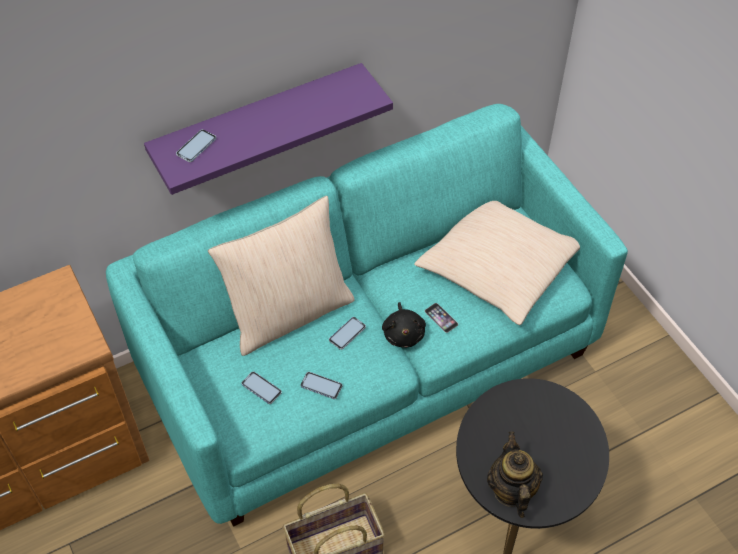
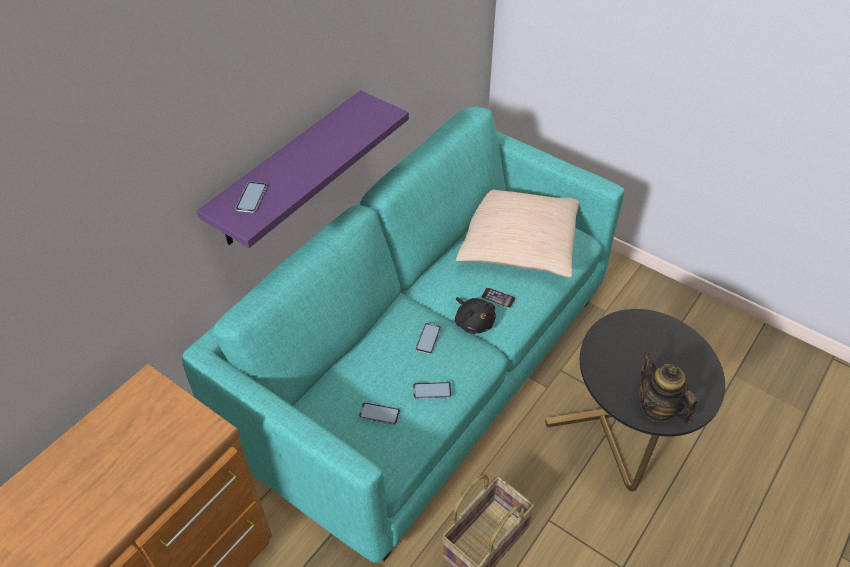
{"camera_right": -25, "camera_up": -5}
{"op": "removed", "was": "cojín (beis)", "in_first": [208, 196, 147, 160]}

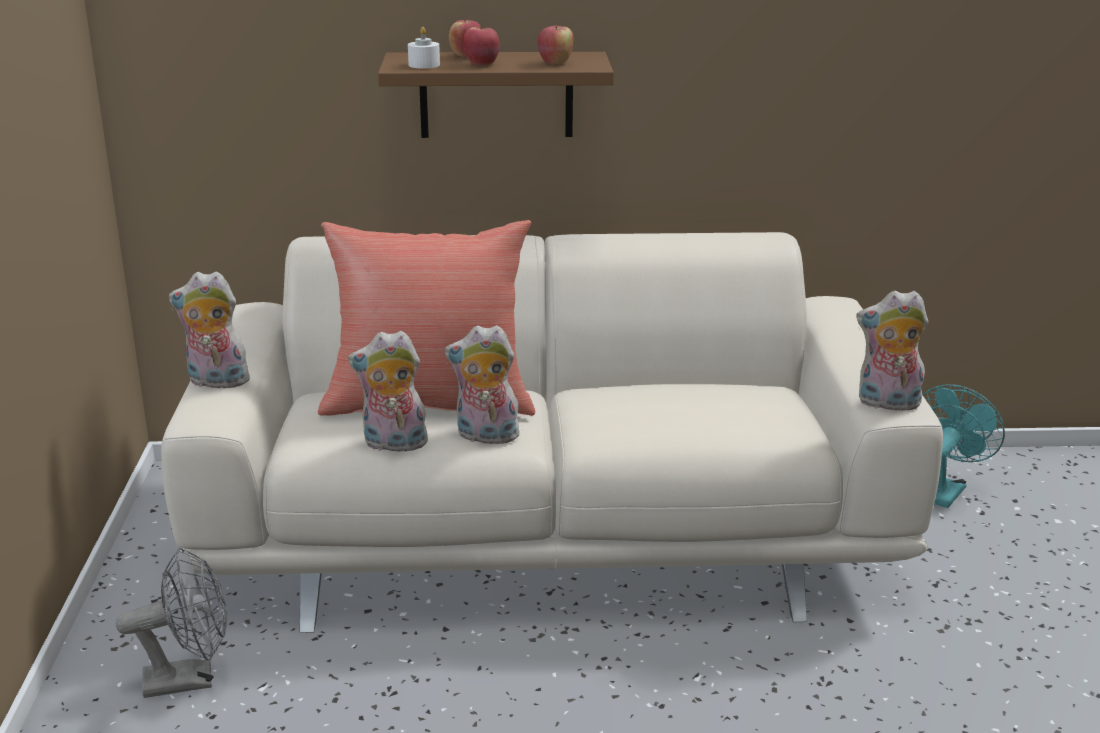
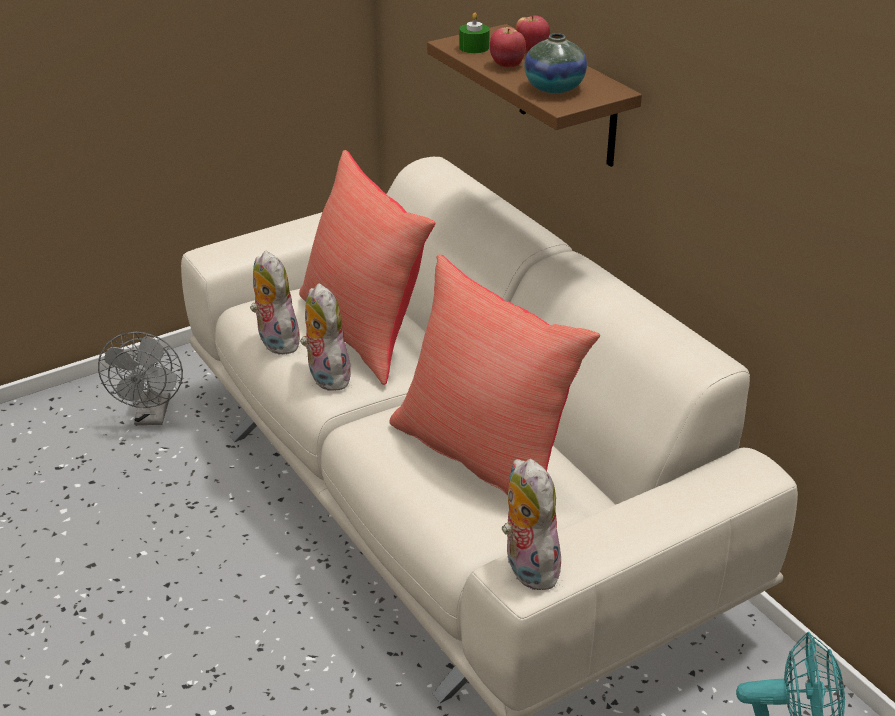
{"camera_right": 60, "camera_up": 10}
{"op": "removed", "was": "peluche", "in_first": [169, 271, 87, 117]}
{"op": "added", "now": "cojín (rojo)", "in_second": [389, 254, 211, 241]}
{"op": "replaced", "was": "manzana", "now": "florero", "in_first": [538, 25, 35, 40], "in_second": [524, 33, 63, 60]}
{"op": "recoloured", "was": "vela (blanco)", "now": "vela (verde)", "in_first": [408, 27, 32, 42], "in_second": [459, 13, 31, 40]}
{"op": "turned", "was": "ventilador (gris)", "in_first": [116, 547, 111, 151], "in_second": [98, 332, 85, 93], "clockwise": 45}

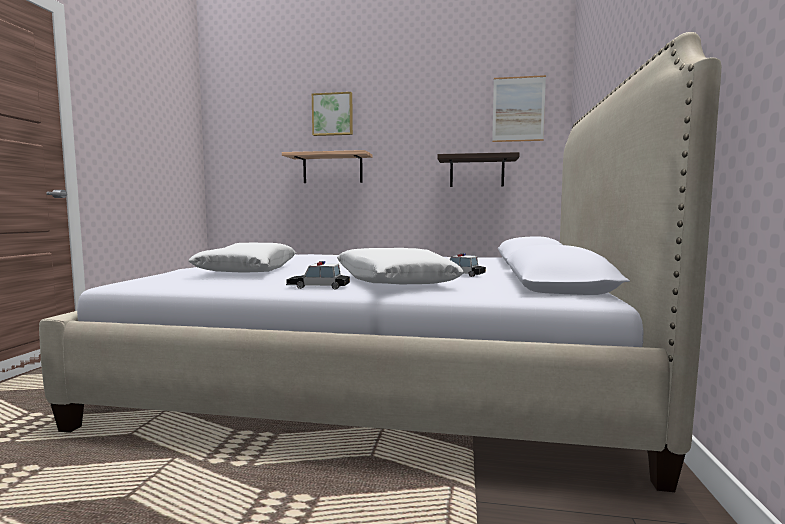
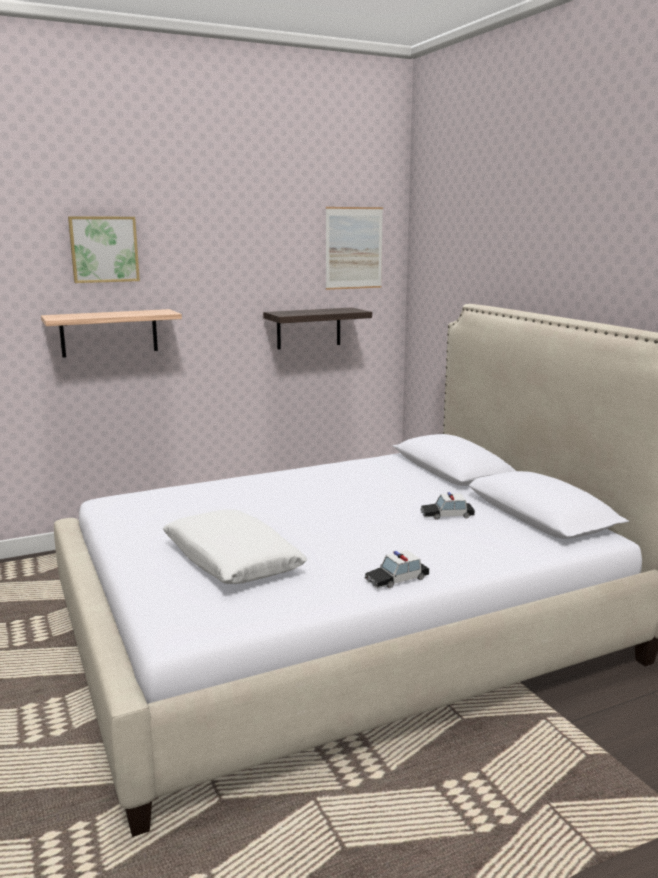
{"camera_right": -35, "camera_up": 10}
{"op": "removed", "was": "cojín (blanco)", "in_first": [337, 248, 127, 36]}

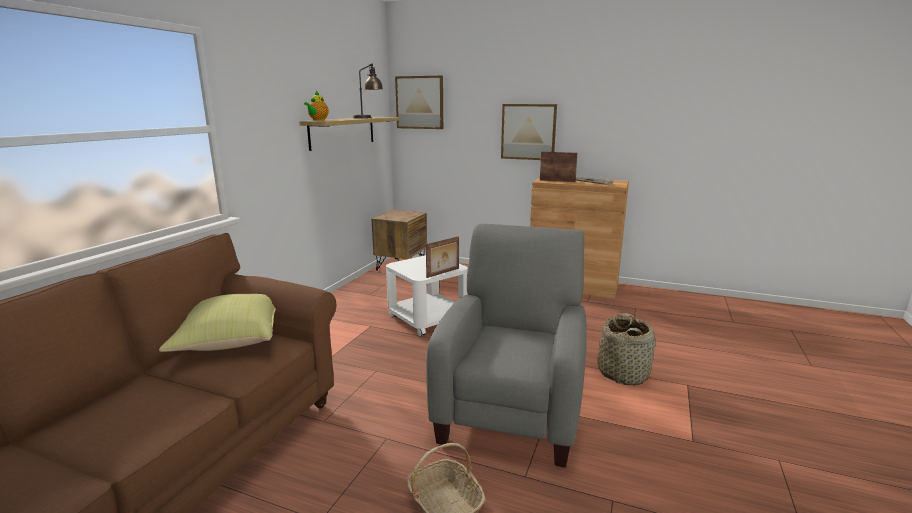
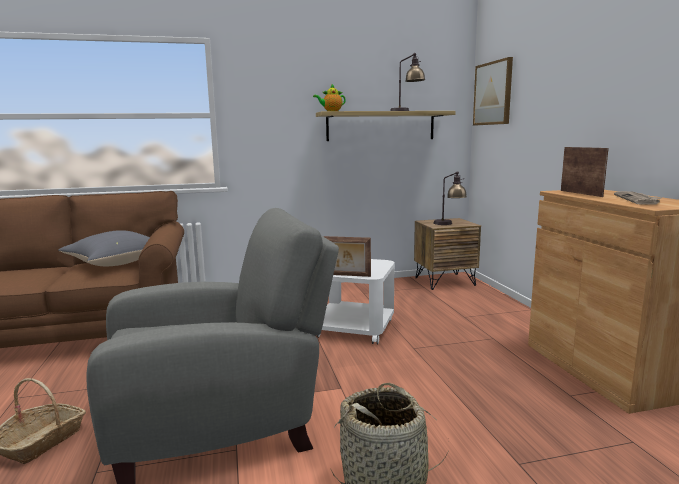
{"camera_right": 55, "camera_up": -5}
{"op": "removed", "was": "cuadro", "in_first": [501, 104, 56, 56]}
{"op": "added", "now": "lámpara de mesa", "in_second": [433, 171, 34, 54]}
{"op": "recoloured", "was": "cojín (amarillo)", "now": "cojín (gris)", "in_first": [159, 294, 117, 58], "in_second": [58, 230, 92, 36]}

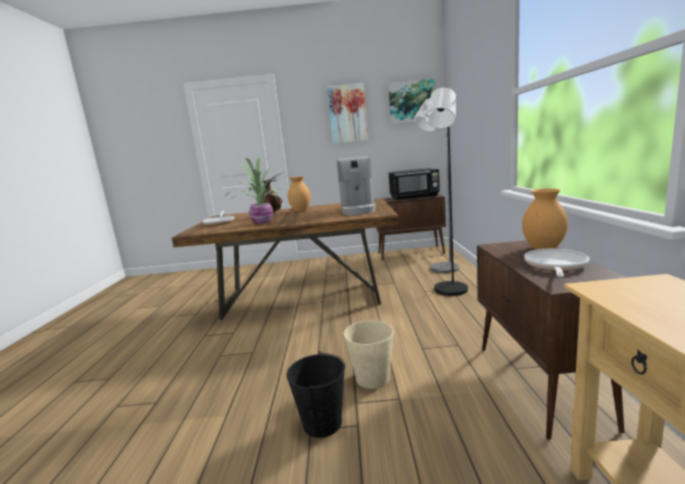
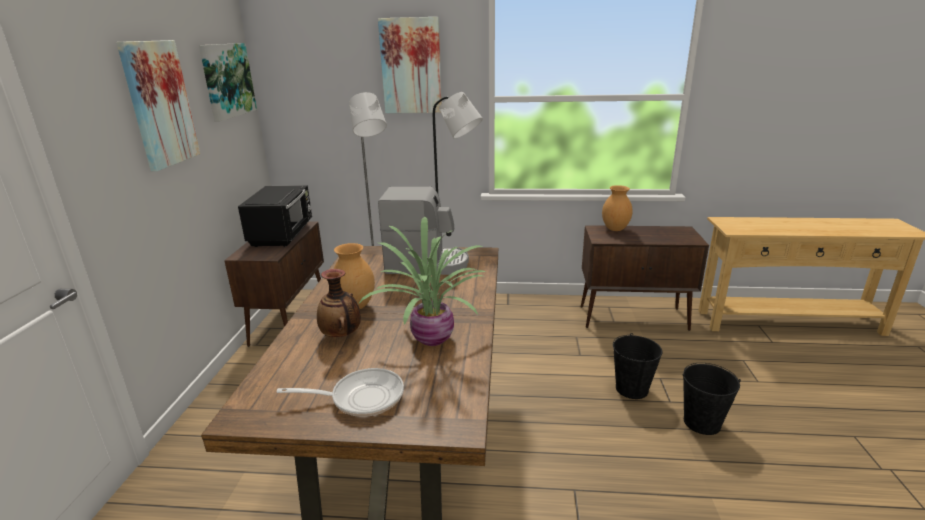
{"camera_right": -85, "camera_up": 10}
{"op": "removed", "was": "sartén", "in_first": [524, 249, 65, 28]}
{"op": "added", "now": "cuadro", "in_second": [378, 17, 64, 96]}
{"op": "recoloured", "was": "cubo (beis)", "now": "cubo (negro)", "in_first": [343, 320, 51, 69], "in_second": [613, 333, 49, 66]}

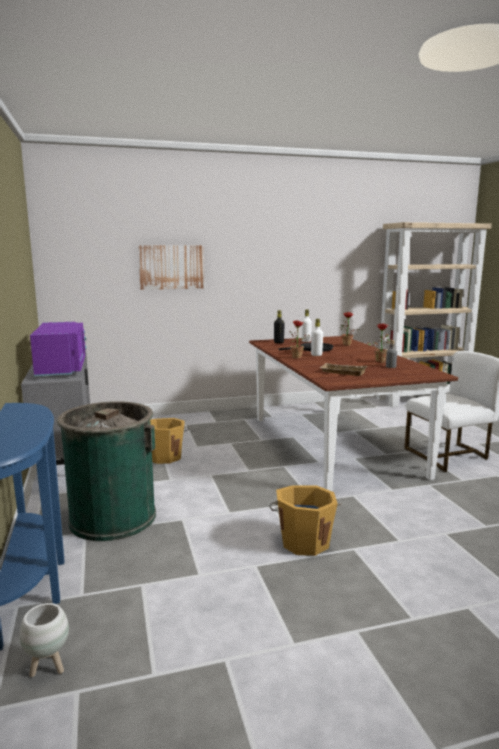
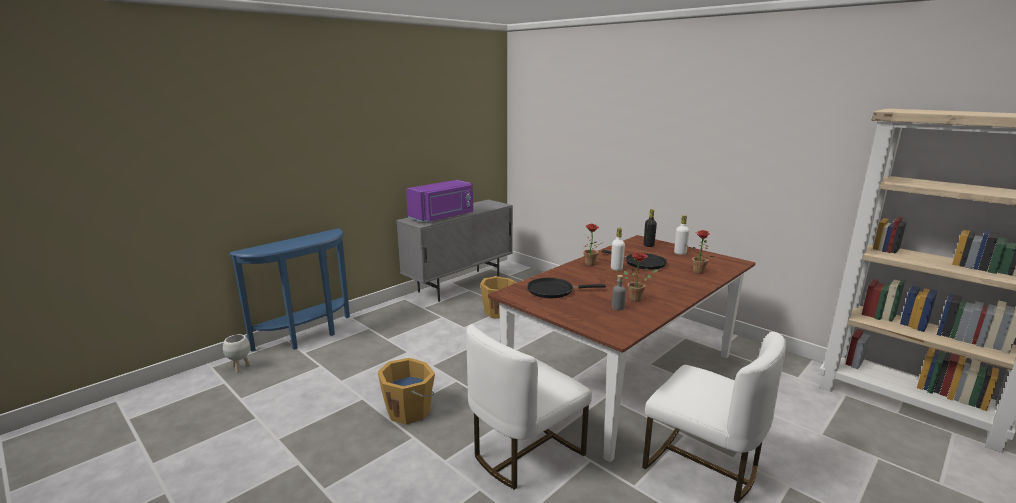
{"camera_right": 60, "camera_up": 5}
{"op": "removed", "was": "papelera (verde)", "in_first": [57, 401, 99, 140]}
{"op": "removed", "was": "cuadro", "in_first": [138, 245, 67, 45]}
{"op": "added", "now": "silla (blanco)", "in_second": [466, 324, 126, 166]}
{"op": "replaced", "was": "bandeja (beis)", "now": "sartén (negro)", "in_first": [320, 363, 47, 13], "in_second": [527, 278, 79, 20]}

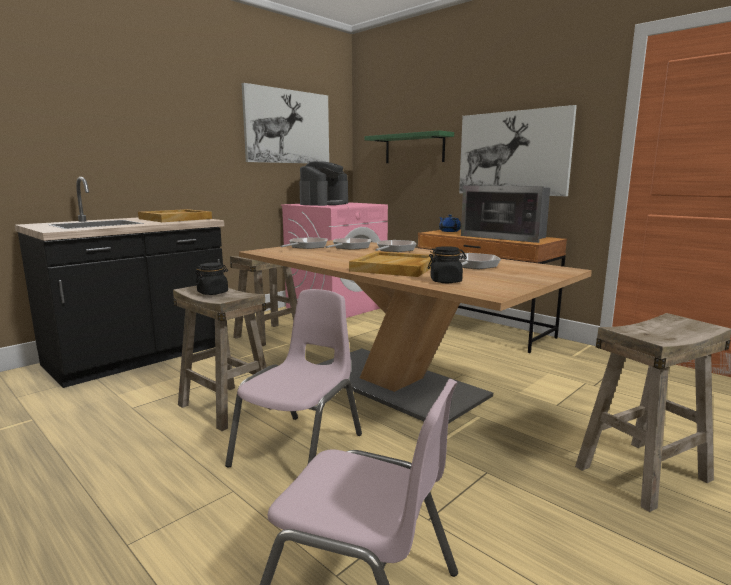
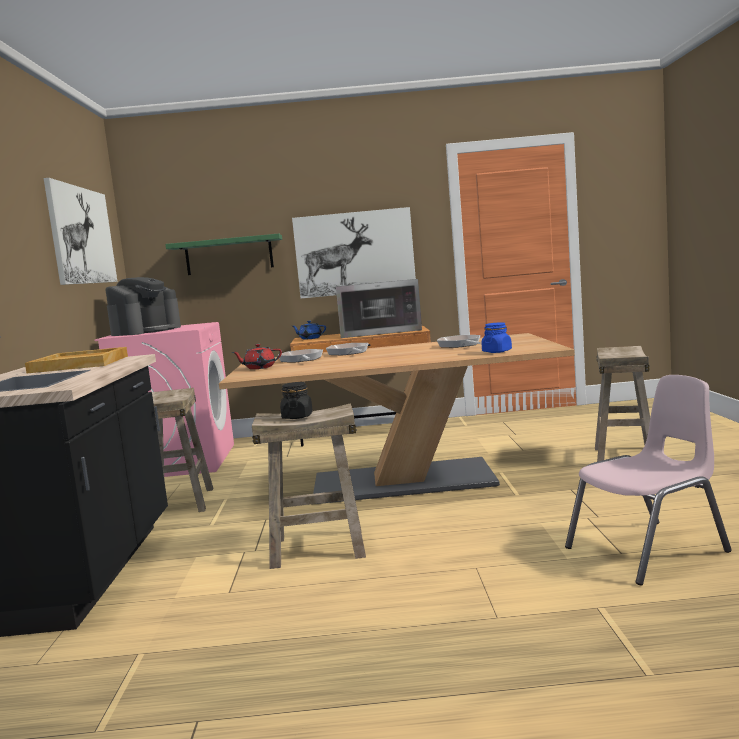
{"camera_right": -45, "camera_up": -5}
{"op": "removed", "was": "silla (rosa)", "in_first": [225, 289, 137, 178]}
{"op": "removed", "was": "bandeja (beis)", "in_first": [349, 251, 85, 26]}
{"op": "replaced", "was": "sartén", "now": "tetera (rojo)", "in_first": [280, 237, 48, 12], "in_second": [232, 344, 50, 25]}
{"op": "recoloured", "was": "tarro (negro)", "now": "tarro (azul)", "in_first": [428, 246, 39, 37], "in_second": [481, 322, 31, 31]}
{"op": "turned", "was": "cafetera", "in_first": [300, 161, 48, 45], "in_second": [106, 277, 75, 59], "clockwise": 45}

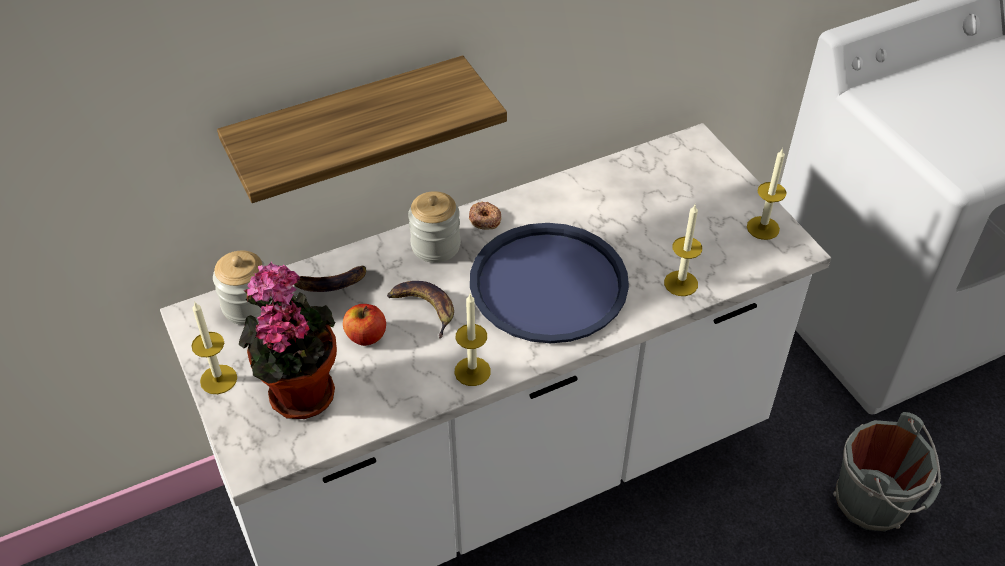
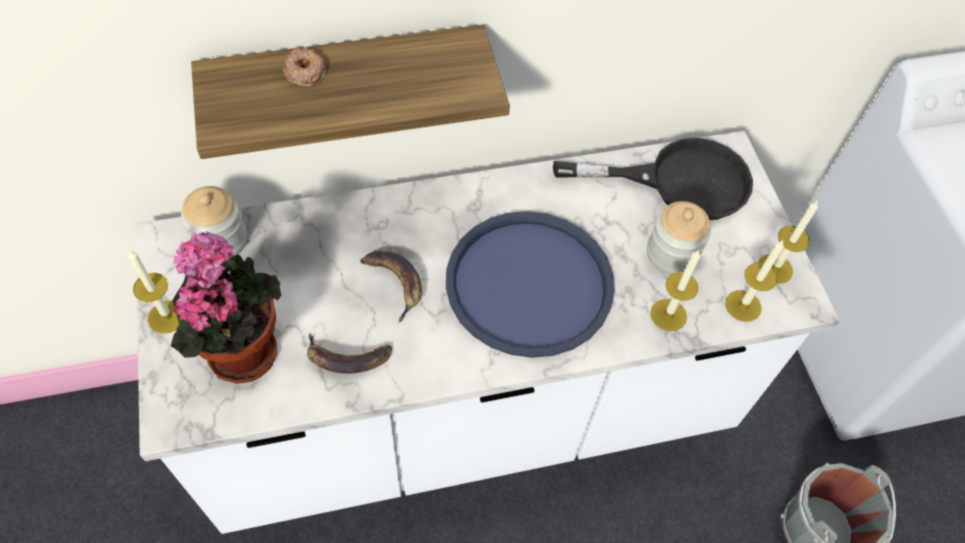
{"camera_right": 10, "camera_up": 10}
{"op": "removed", "was": "manzana", "in_first": [343, 304, 43, 42]}
{"op": "added", "now": "sartén (negro)", "in_second": [553, 138, 200, 82]}
{"op": "moved", "was": "plátano", "in_first": [294, 266, 72, 26], "in_second": [307, 333, 85, 41]}
{"op": "moved", "was": "tarro", "in_first": [408, 191, 53, 72], "in_second": [647, 201, 64, 74]}
{"op": "moved", "was": "vela", "in_first": [454, 294, 37, 92], "in_second": [725, 241, 59, 81]}
{"op": "moved", "was": "rosquilla", "in_first": [469, 201, 32, 29], "in_second": [282, 47, 44, 40]}

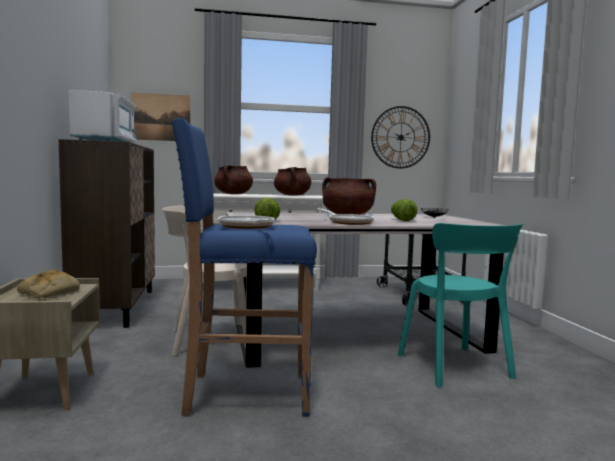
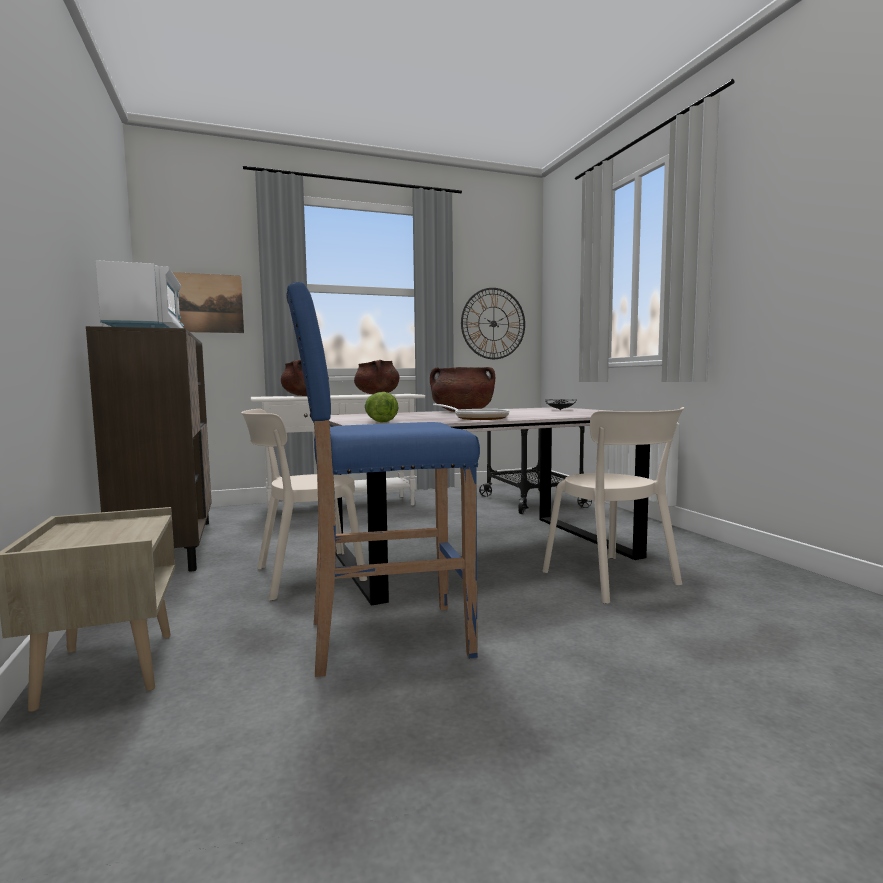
{"camera_right": -10, "camera_up": 0}
{"op": "removed", "was": "pan", "in_first": [17, 270, 63, 28]}
{"op": "removed", "was": "sartén", "in_first": [218, 215, 57, 14]}
{"op": "removed", "was": "lechuga", "in_first": [391, 199, 26, 22]}
{"op": "recoloured", "was": "silla (turquesa)", "now": "silla (beis)", "in_first": [398, 223, 126, 164], "in_second": [542, 407, 142, 197]}

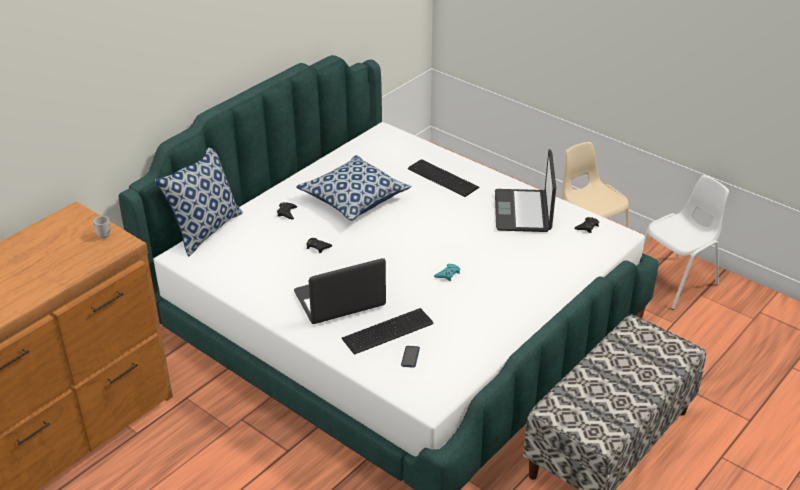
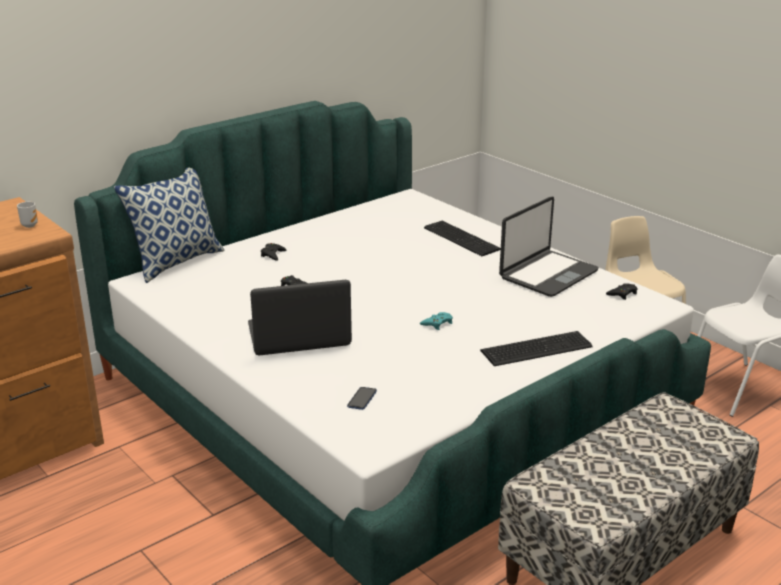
{"camera_right": 10, "camera_up": -10}
{"op": "removed", "was": "cojín", "in_first": [296, 155, 116, 66]}
{"op": "moved", "was": "teclado", "in_first": [342, 308, 92, 47], "in_second": [480, 331, 113, 35]}
{"op": "turned", "was": "portátil", "in_first": [495, 149, 61, 83], "in_second": [499, 197, 100, 100], "clockwise": -150}

